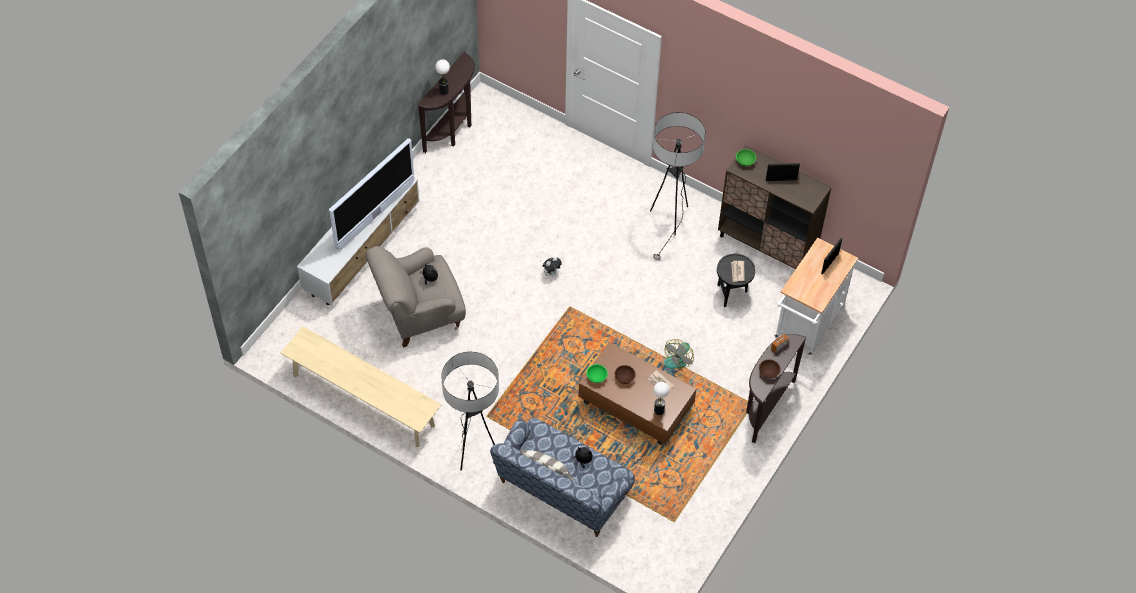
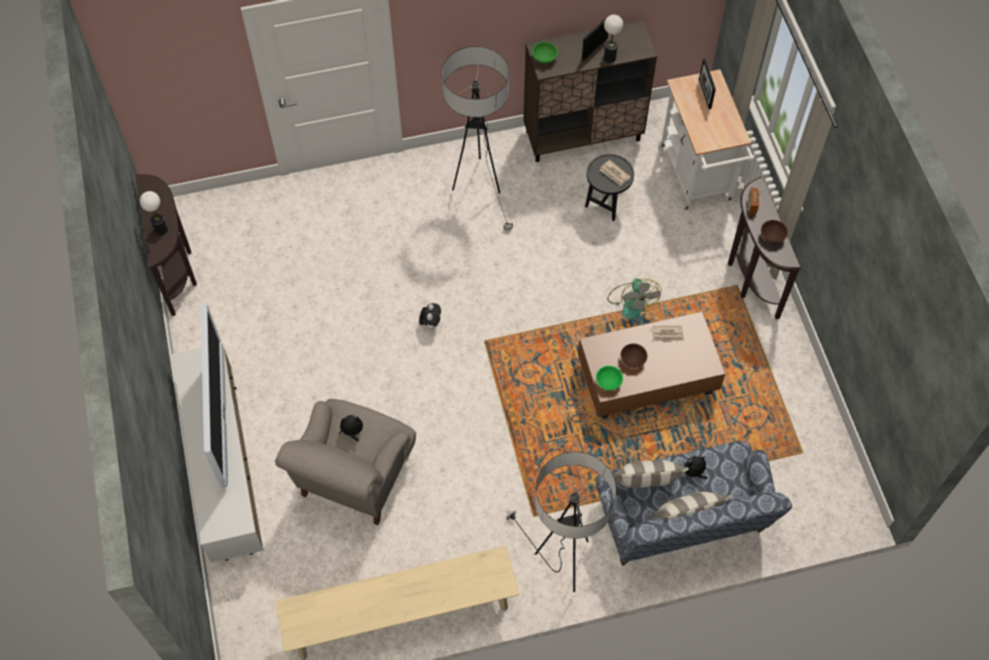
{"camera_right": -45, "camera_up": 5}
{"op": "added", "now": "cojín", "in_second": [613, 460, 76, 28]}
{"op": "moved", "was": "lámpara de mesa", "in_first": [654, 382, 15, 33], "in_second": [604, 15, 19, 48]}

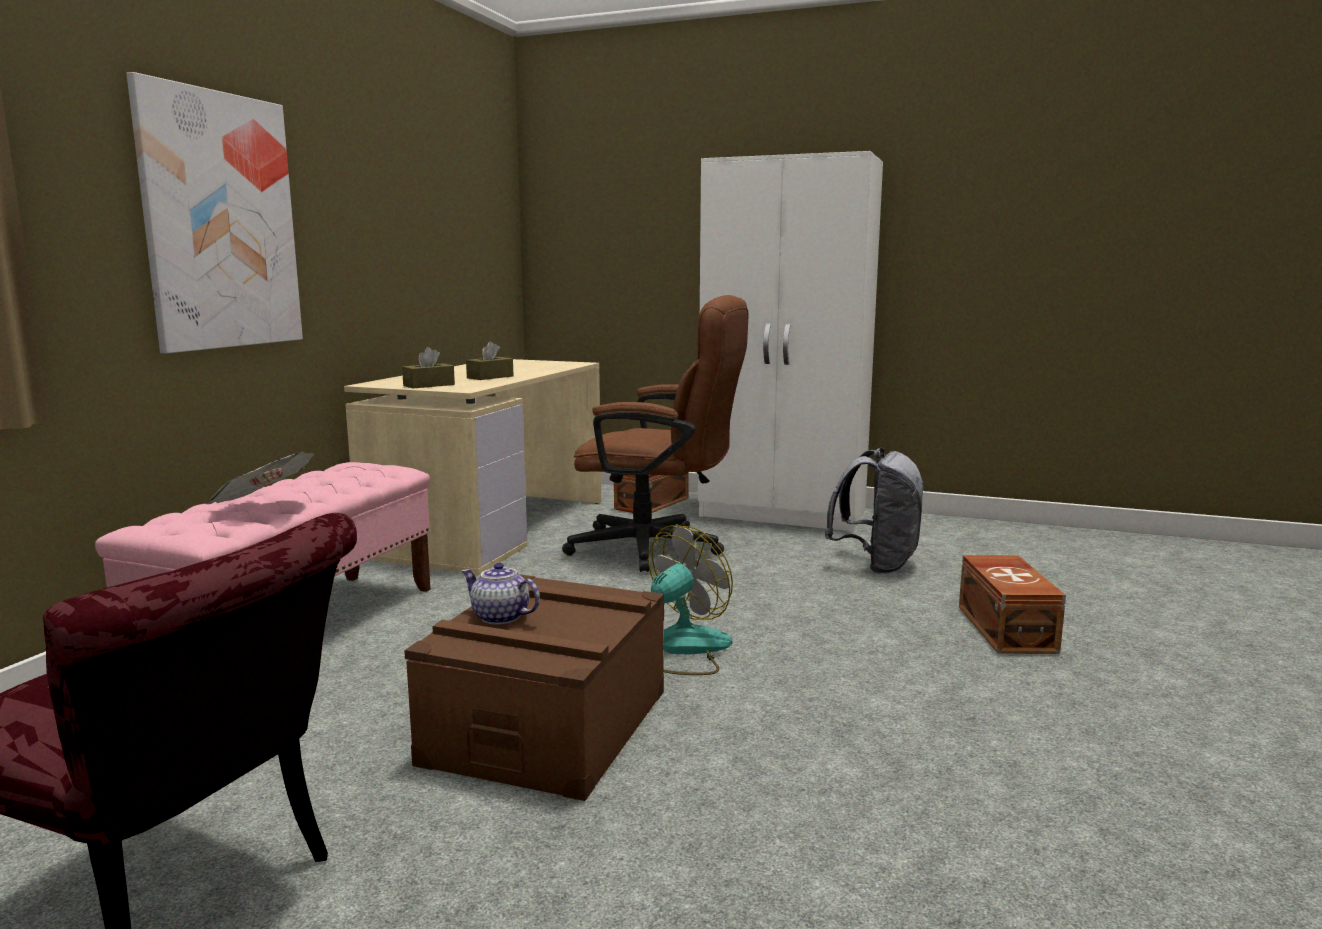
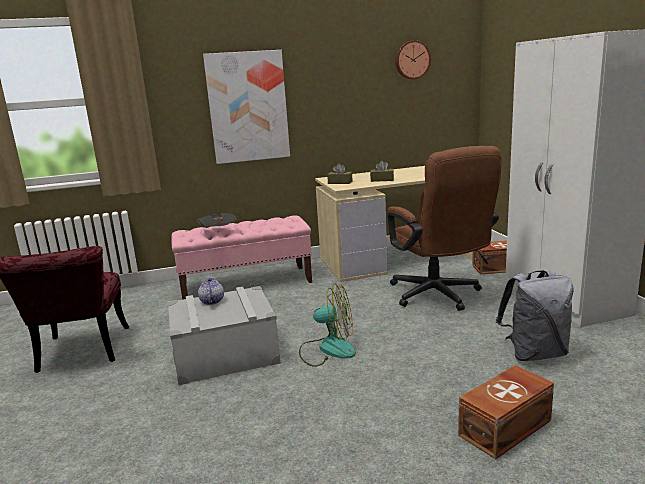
{"camera_right": 55, "camera_up": 5}
{"op": "added", "now": "reloj de pared", "in_second": [395, 40, 36, 39]}
{"op": "recoloured", "was": "caja de almacenaje (marrón)", "now": "caja de almacenaje (gris)", "in_first": [404, 574, 260, 227], "in_second": [167, 286, 114, 99]}

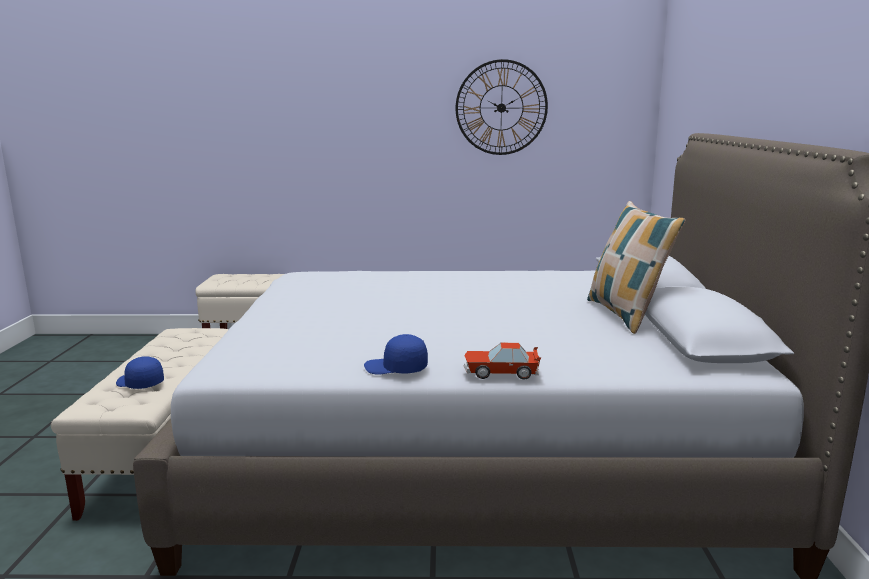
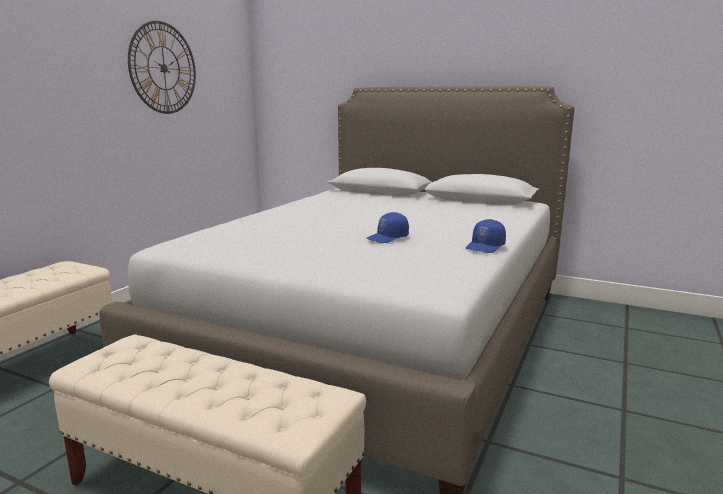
{"camera_right": -65, "camera_up": 0}
{"op": "removed", "was": "coche de juguete", "in_first": [464, 343, 77, 37]}
{"op": "removed", "was": "cojín", "in_first": [587, 201, 99, 133]}
{"op": "moved", "was": "gorra (azul)", "in_first": [116, 356, 48, 33], "in_second": [366, 212, 43, 31]}

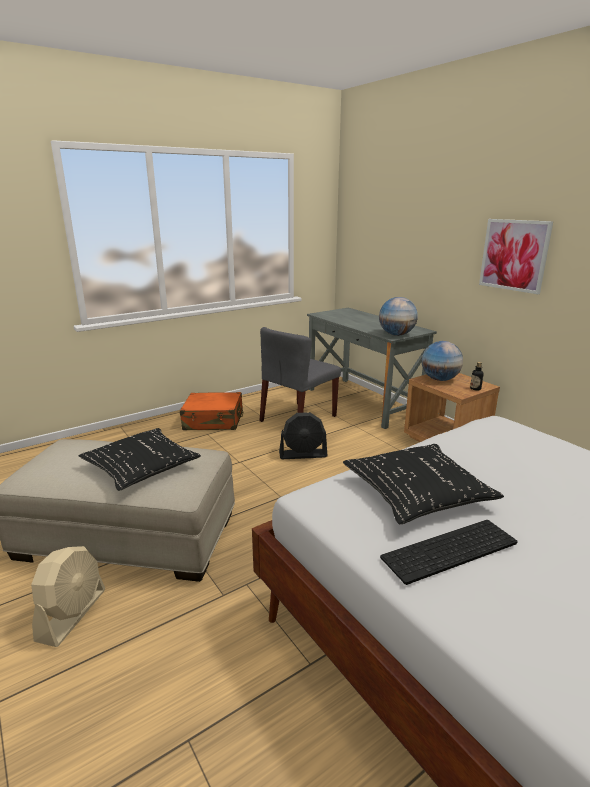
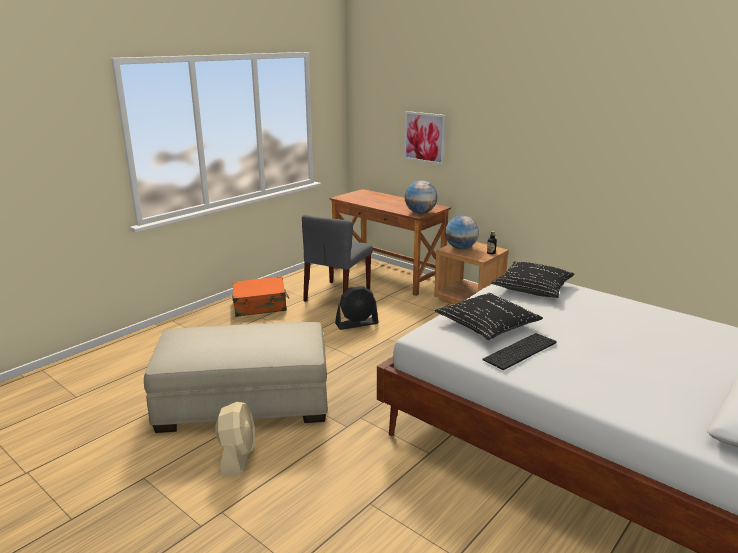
{"camera_right": -15, "camera_up": 0}
{"op": "moved", "was": "cojín (negro)", "in_first": [79, 428, 122, 63], "in_second": [491, 262, 83, 36]}
{"op": "moved", "was": "cuadro", "in_first": [479, 219, 74, 75], "in_second": [404, 111, 42, 54]}
{"op": "recoloured", "was": "escritorio (gris)", "now": "escritorio (marrón)", "in_first": [307, 308, 130, 121], "in_second": [330, 189, 121, 107]}

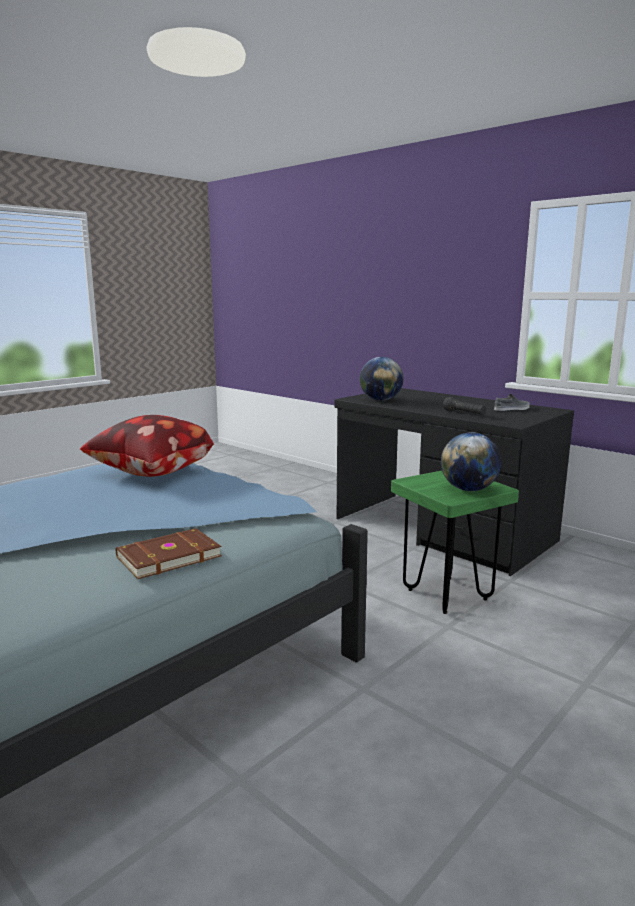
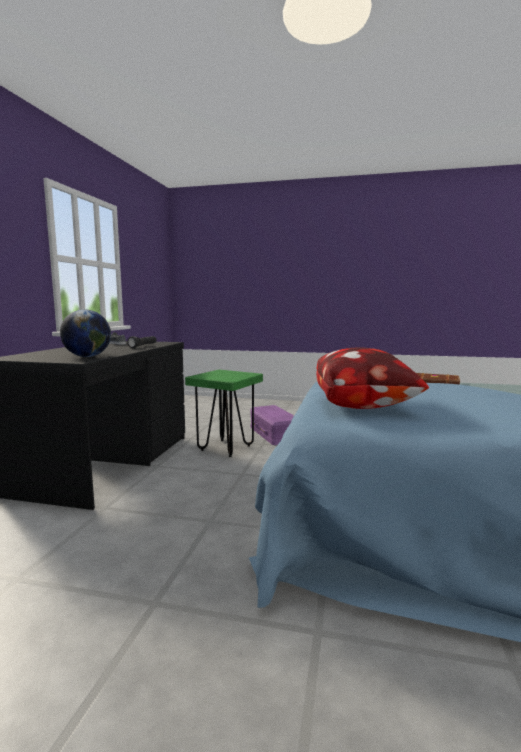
{"camera_right": -120, "camera_up": -5}
{"op": "removed", "was": "globo terráqueo", "in_first": [441, 432, 60, 59]}
{"op": "added", "now": "caja de almacenaje (morado)", "in_second": [250, 405, 44, 40]}

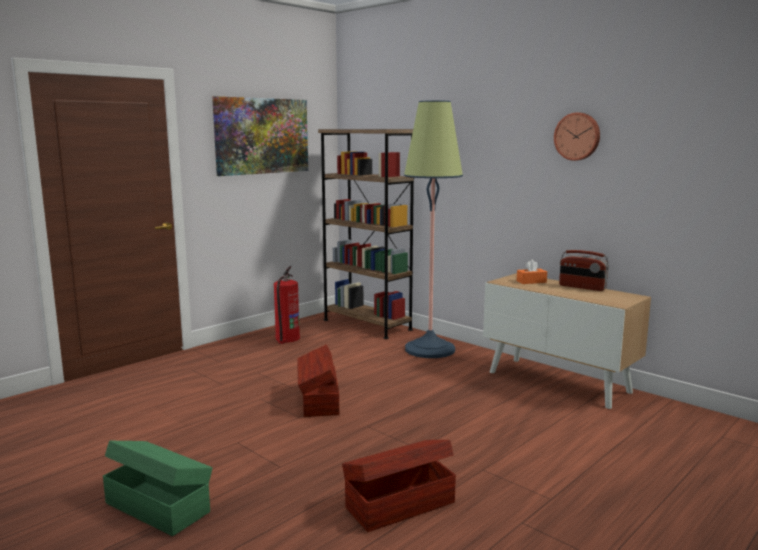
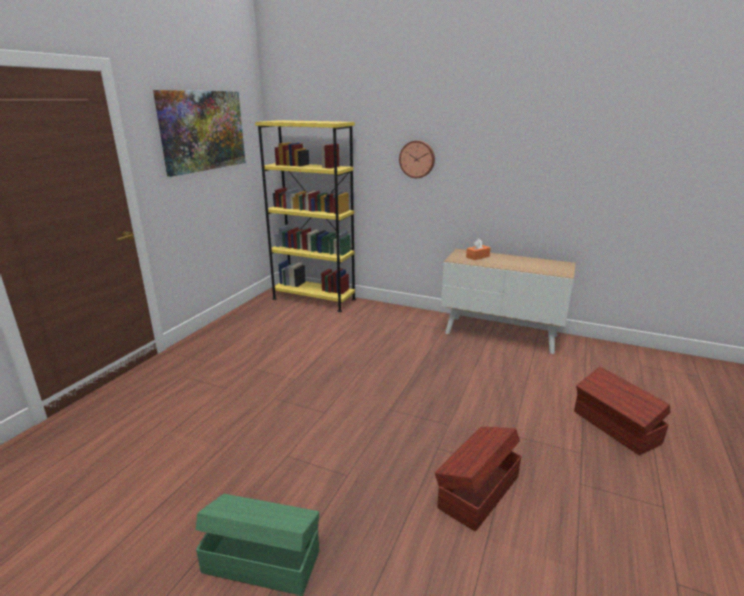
{"camera_right": -20, "camera_up": 10}
{"op": "removed", "was": "extintor", "in_first": [274, 266, 26, 78]}
{"op": "removed", "was": "lámpara de pie", "in_first": [404, 100, 59, 258]}
{"op": "removed", "was": "radio", "in_first": [559, 250, 50, 41]}
{"op": "moved", "was": "caja de almacenaje (marrón)", "in_first": [297, 344, 42, 73], "in_second": [574, 367, 96, 88]}
{"op": "moved", "was": "reloj de pared", "in_first": [554, 113, 46, 48], "in_second": [399, 140, 36, 38]}
{"op": "recoloured", "was": "estantería (marrón)", "now": "estantería (amarillo)", "in_first": [318, 129, 96, 210], "in_second": [255, 120, 101, 192]}

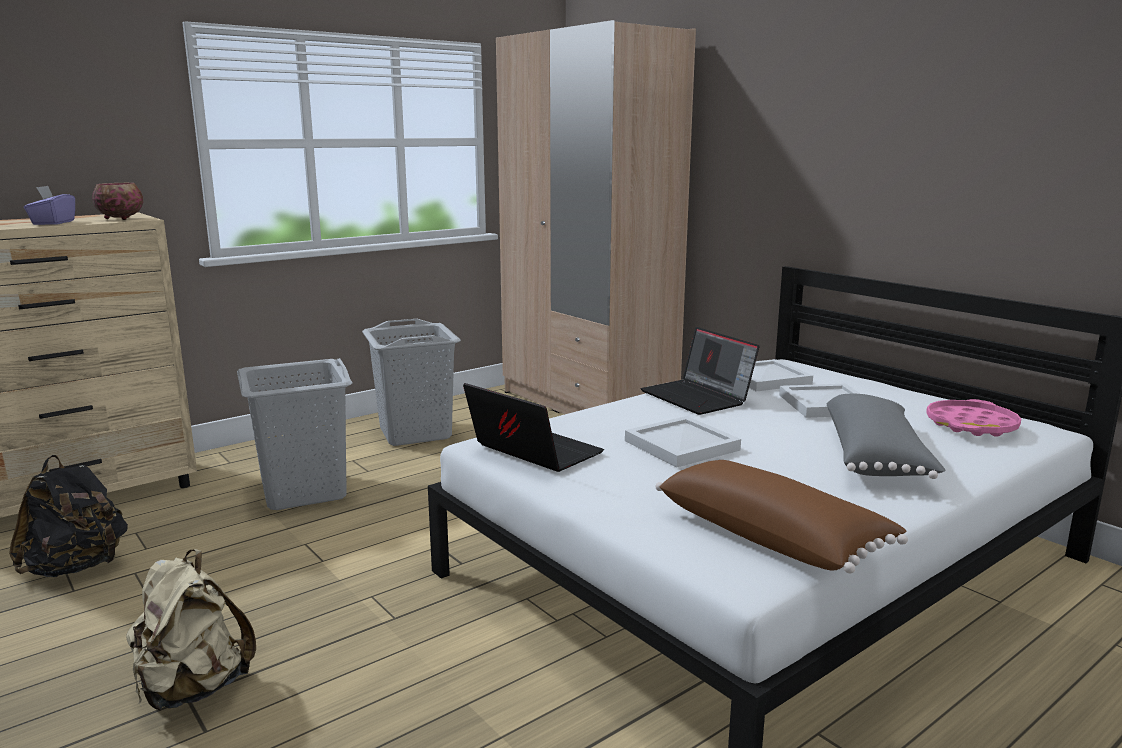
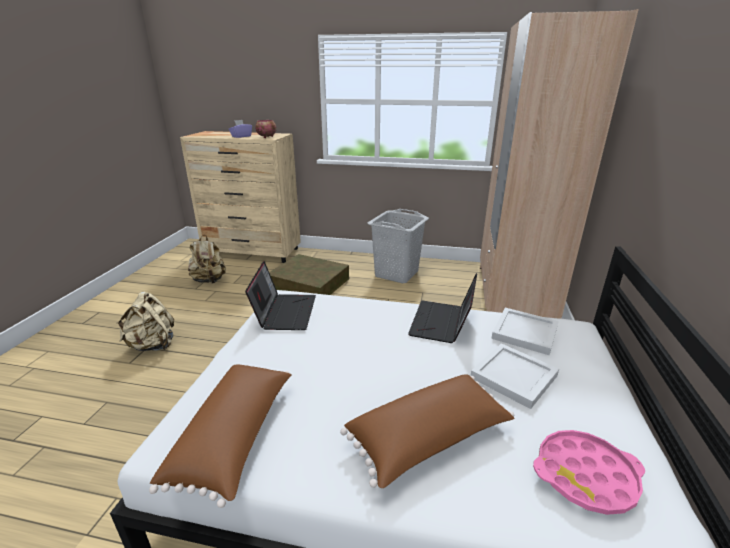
{"camera_right": 50, "camera_up": 10}
{"op": "removed", "was": "bandeja (blanco)", "in_first": [625, 416, 116, 52]}
{"op": "replaced", "was": "cesto de la ropa (gris)", "now": "caja de almacenaje (marrón)", "in_first": [237, 358, 116, 152], "in_second": [269, 254, 80, 41]}
{"op": "recoloured", "was": "mochila (negro)", "now": "mochila (beis)", "in_first": [9, 455, 119, 122], "in_second": [188, 235, 38, 49]}
{"op": "recoloured", "was": "cojín (gris)", "now": "cojín (marrón)", "in_first": [827, 394, 119, 85], "in_second": [340, 374, 175, 114]}

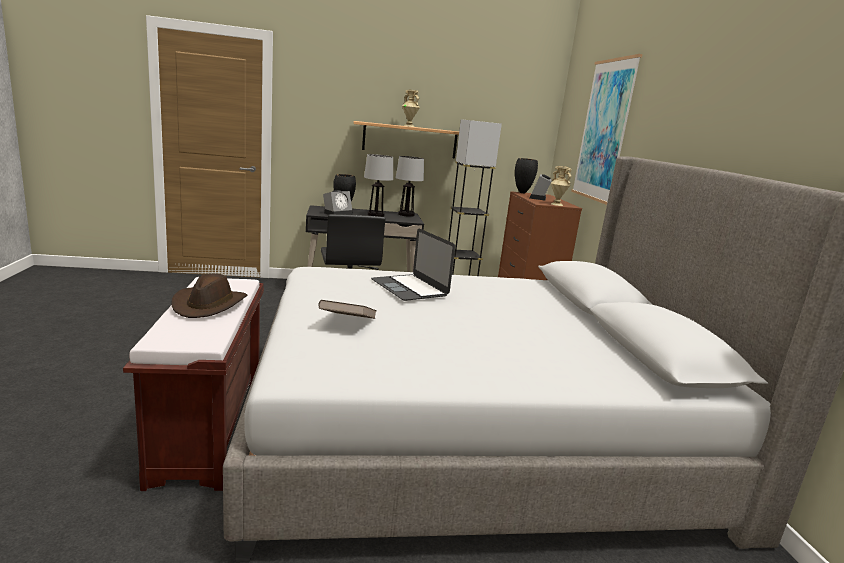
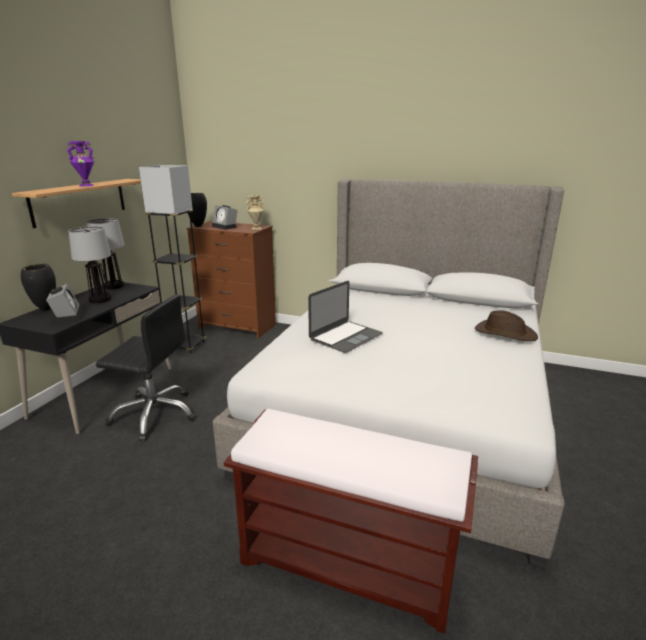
{"camera_right": -60, "camera_up": 5}
{"op": "removed", "was": "libro (marrón)", "in_first": [318, 300, 59, 19]}
{"op": "removed", "was": "cuadro", "in_first": [571, 54, 72, 151]}
{"op": "moved", "was": "sombrero (marrón)", "in_first": [171, 274, 76, 44], "in_second": [475, 310, 63, 32]}
{"op": "recoloured", "was": "florero (beis)", "now": "florero (morado)", "in_first": [402, 89, 18, 38], "in_second": [67, 141, 27, 46]}
{"op": "turned", "was": "portátil", "in_first": [371, 228, 84, 73], "in_second": [308, 281, 75, 72], "clockwise": -45}

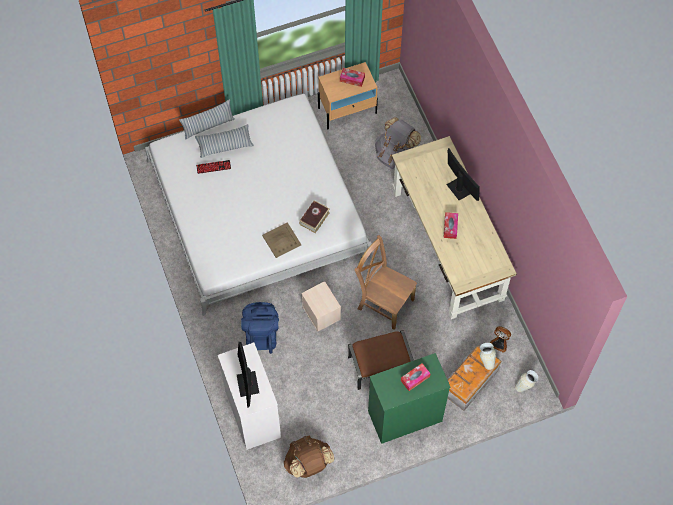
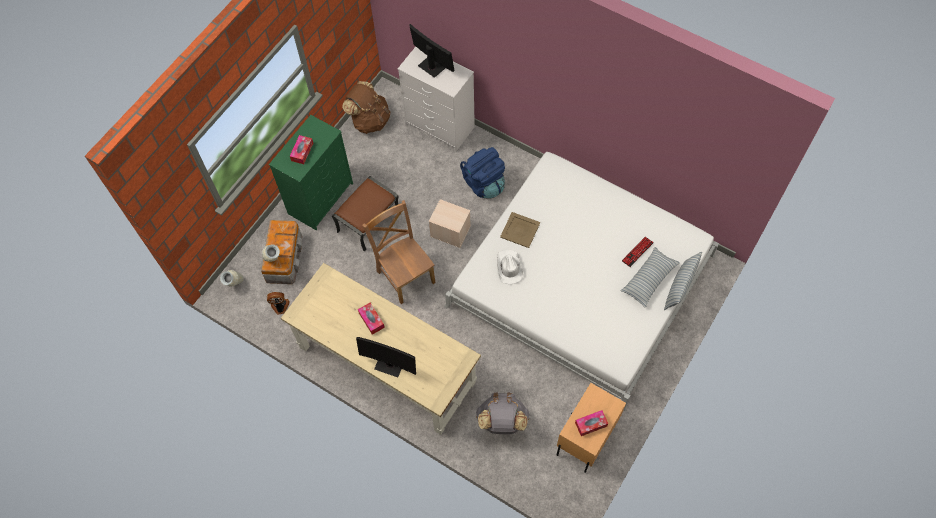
{"camera_right": 145, "camera_up": 0}
{"op": "replaced", "was": "libro", "now": "sombrero (blanco)", "in_first": [299, 200, 31, 33], "in_second": [497, 250, 26, 34]}
{"op": "turned", "was": "silla (marrón)", "in_first": [355, 235, 62, 95], "in_second": [362, 200, 74, 104], "clockwise": -120}

